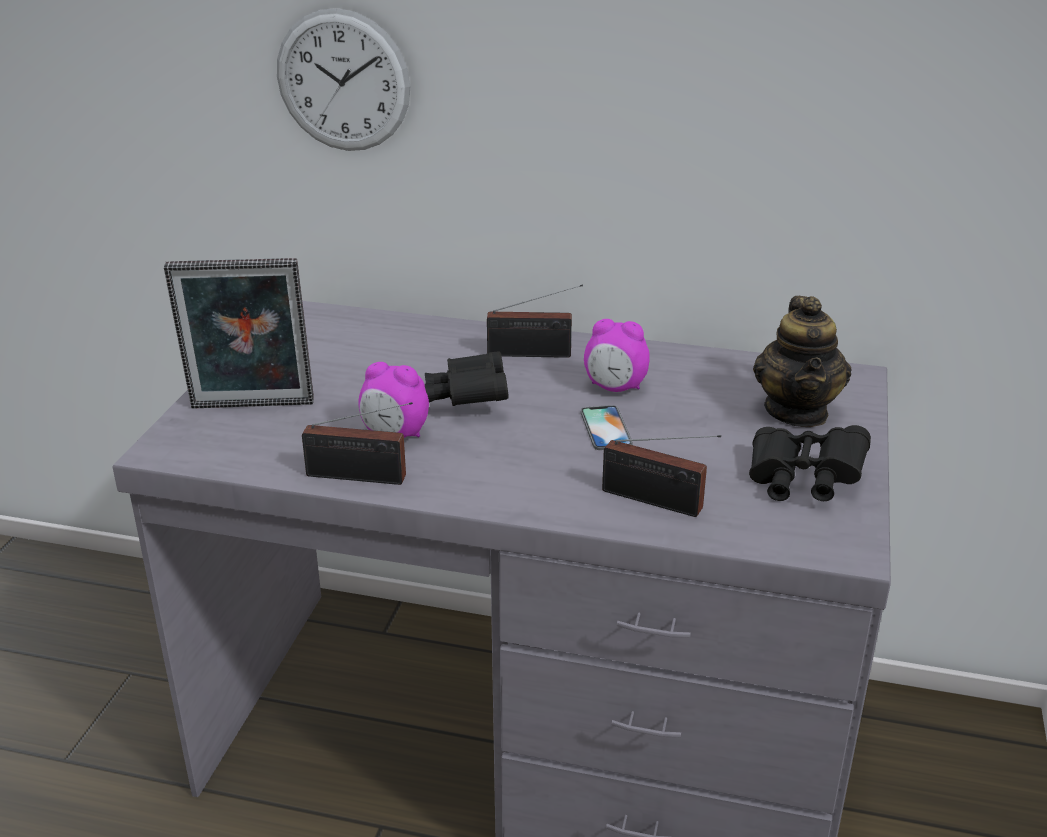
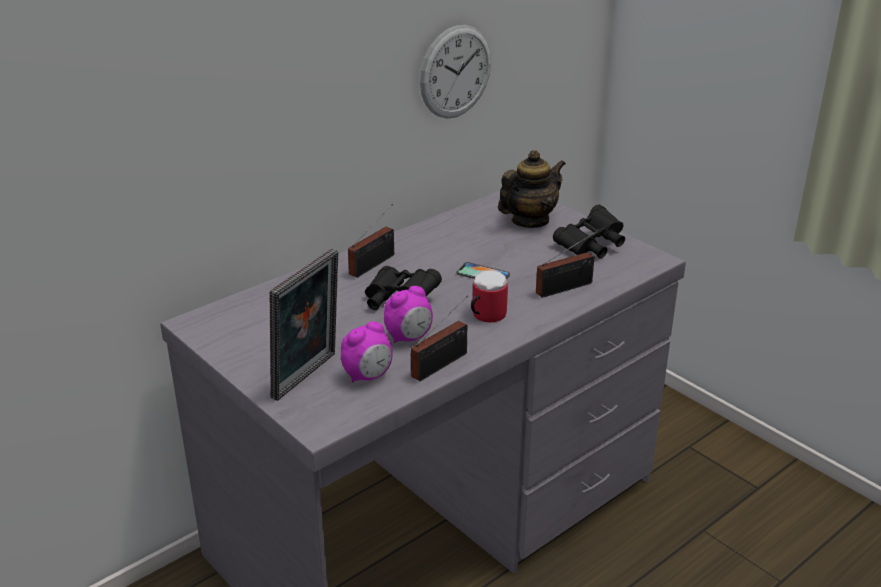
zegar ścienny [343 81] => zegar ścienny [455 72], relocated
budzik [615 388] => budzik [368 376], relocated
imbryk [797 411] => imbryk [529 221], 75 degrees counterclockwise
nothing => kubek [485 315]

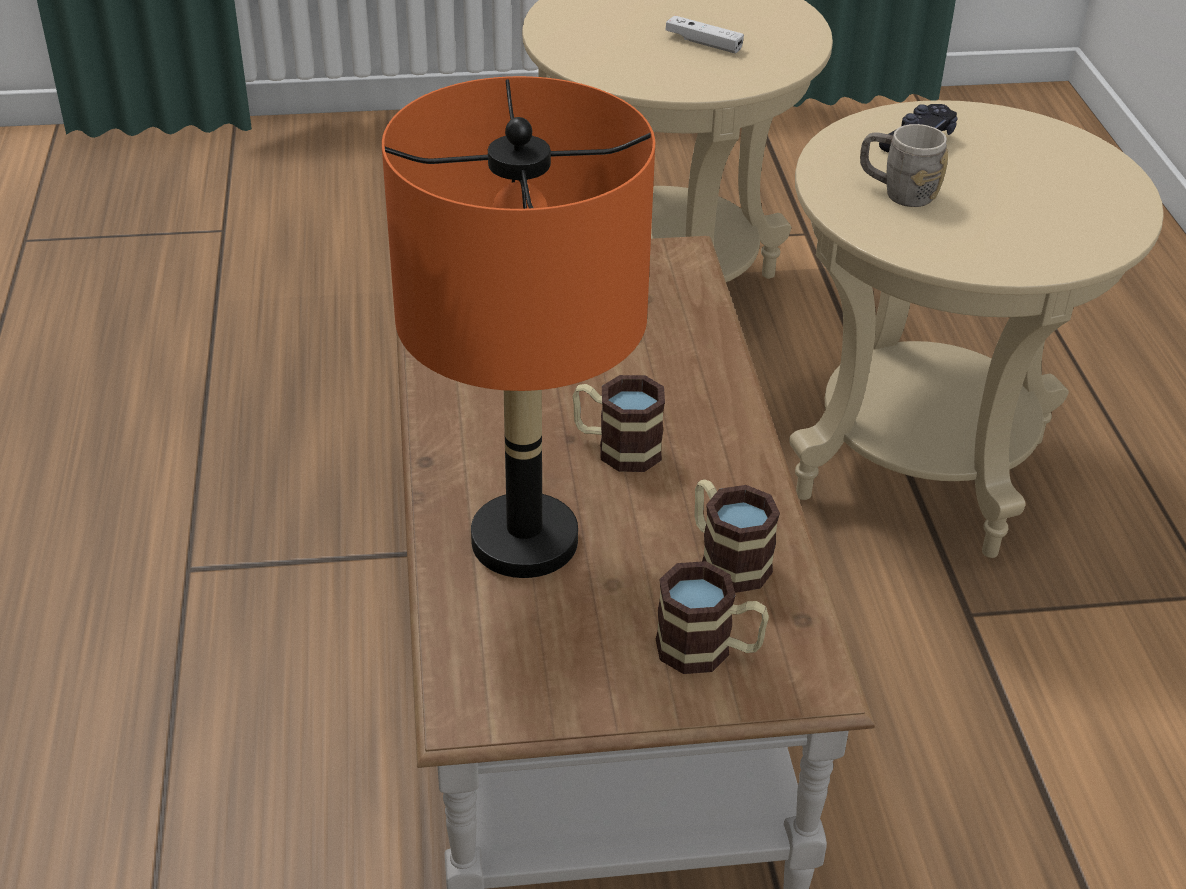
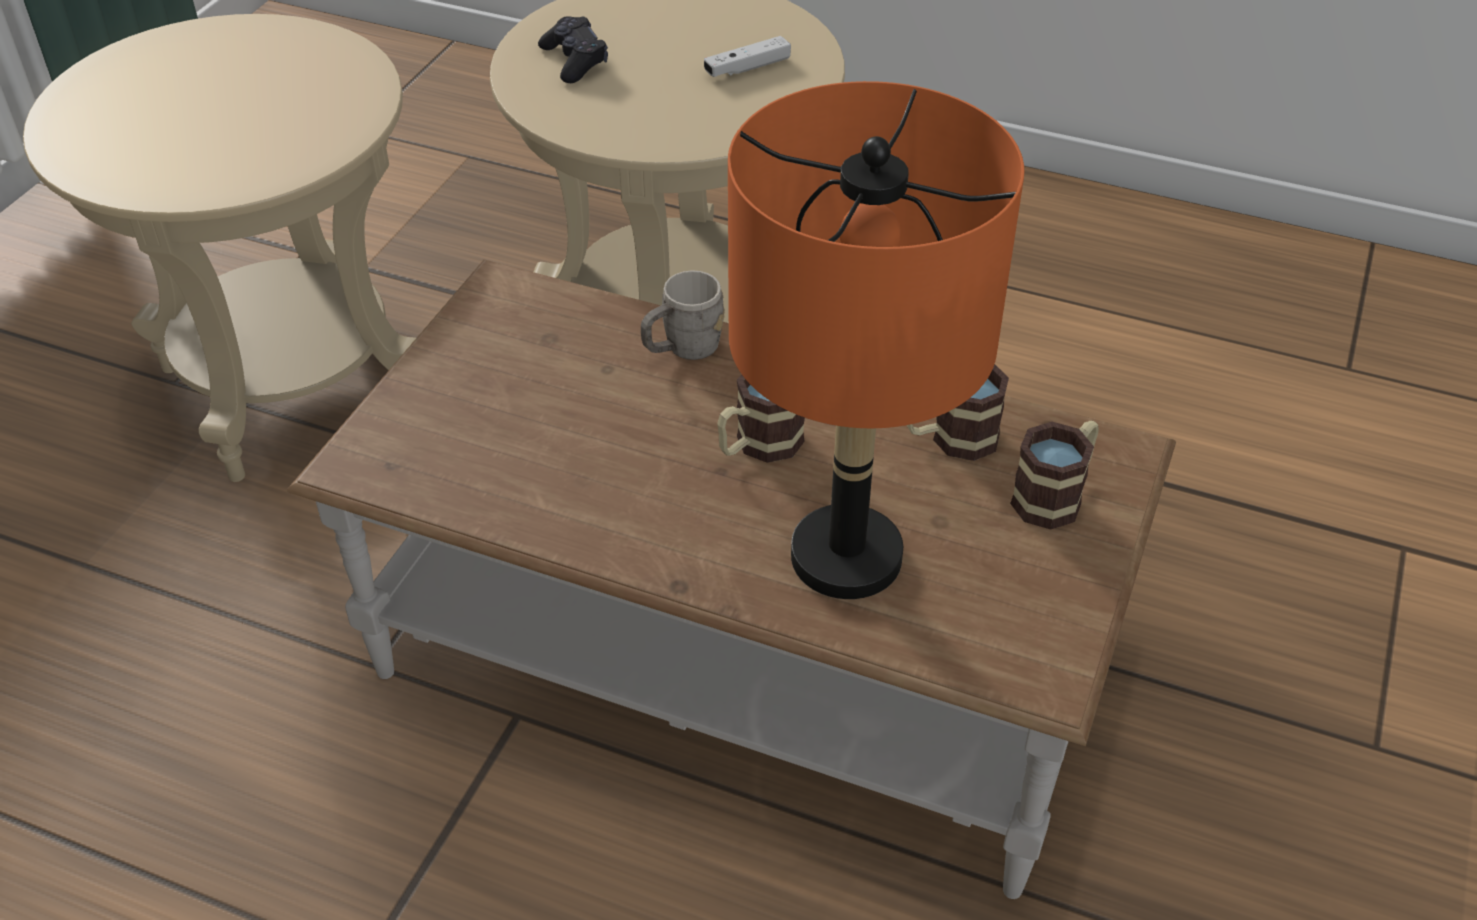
pad do gier/biały [703 43] => pad do gier/biały [747 68], relocated
kubek/szary [898 193] => kubek/szary [682 349], relocated

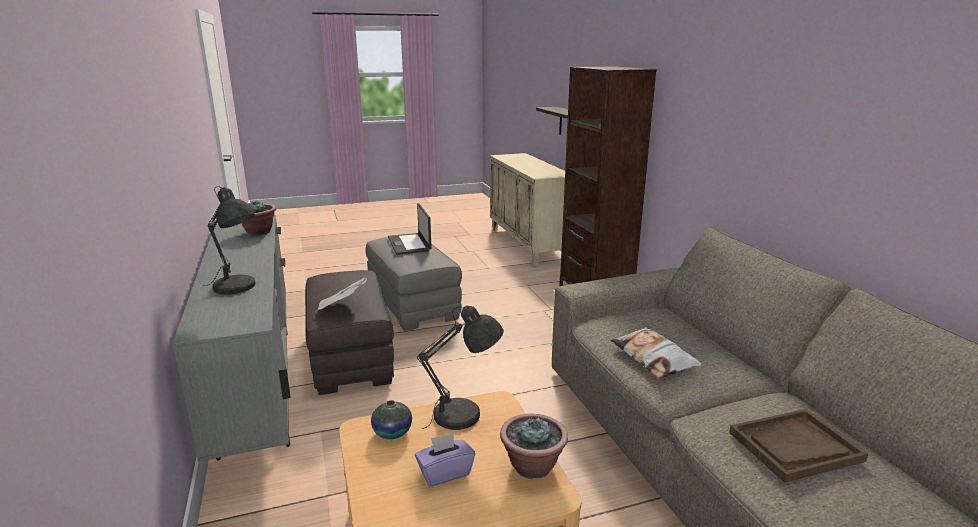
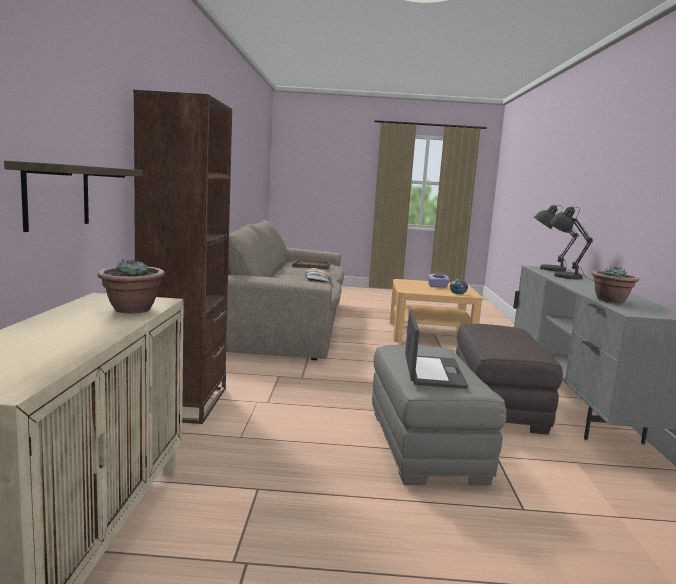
gazeta [341 307] => nothing
lampa stołowa/szary [463 416] => lampa stołowa/szary [549 269], relocated
roślina doniczkowa [532 466] => roślina doniczkowa [132 310], relocated

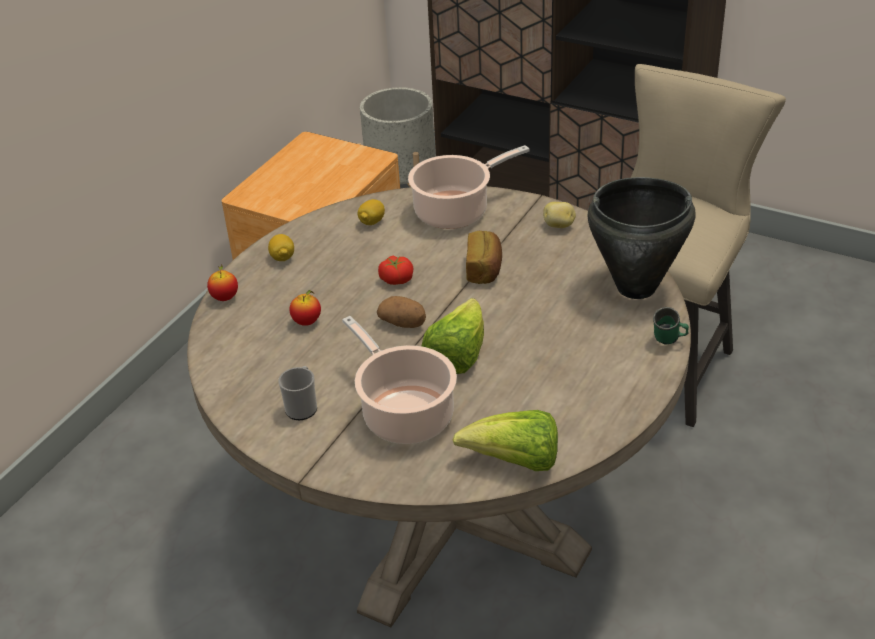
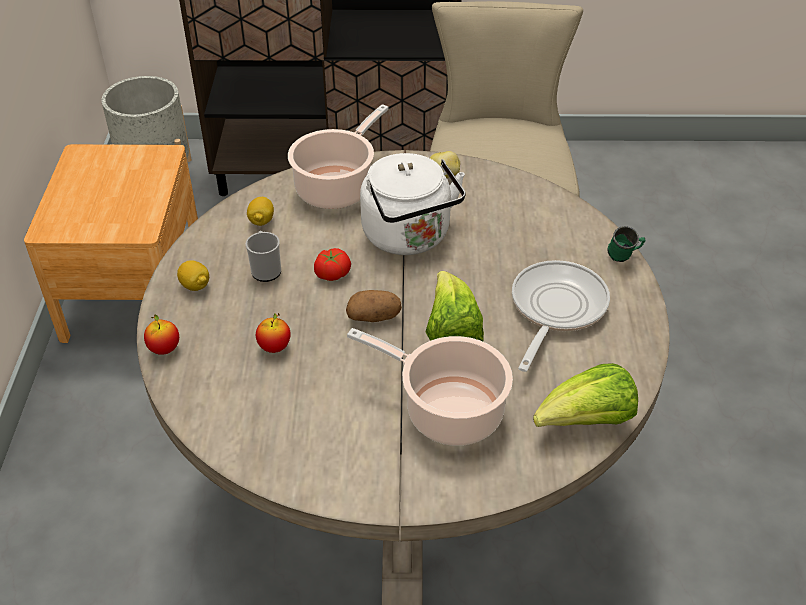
kubek [302 407] => kubek [266 269], relocated
chleb [485 269] => czajnik/biały [409 238]
garnek/czarny [637 288] => nothing
nothing => patelnia [555 309]

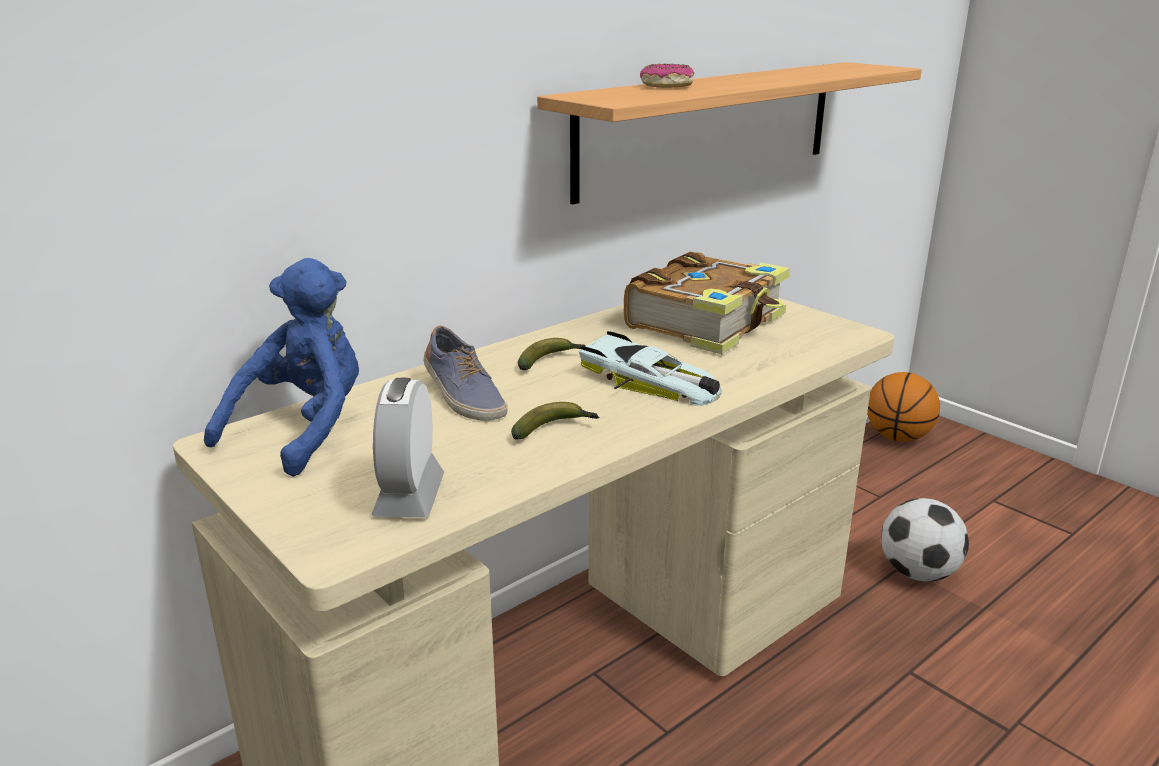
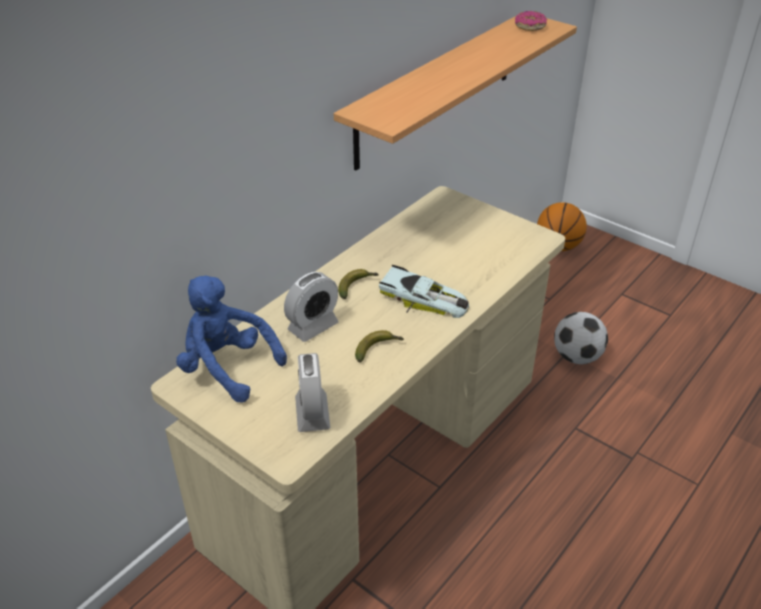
pluszak/niebieski [304 430] => pluszak/niebieski [227 367], 75 degrees counterclockwise
but [463 397] => budzik [313 327]
książka [709 323] => nothing
donut [666 86] => donut [529 27], relocated

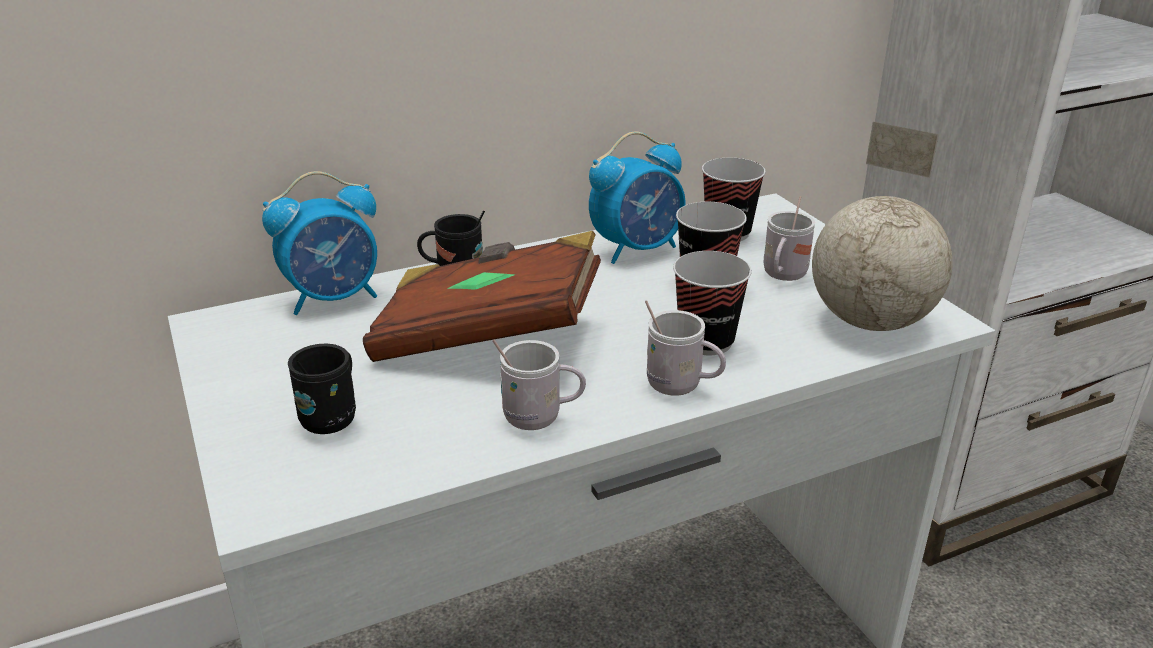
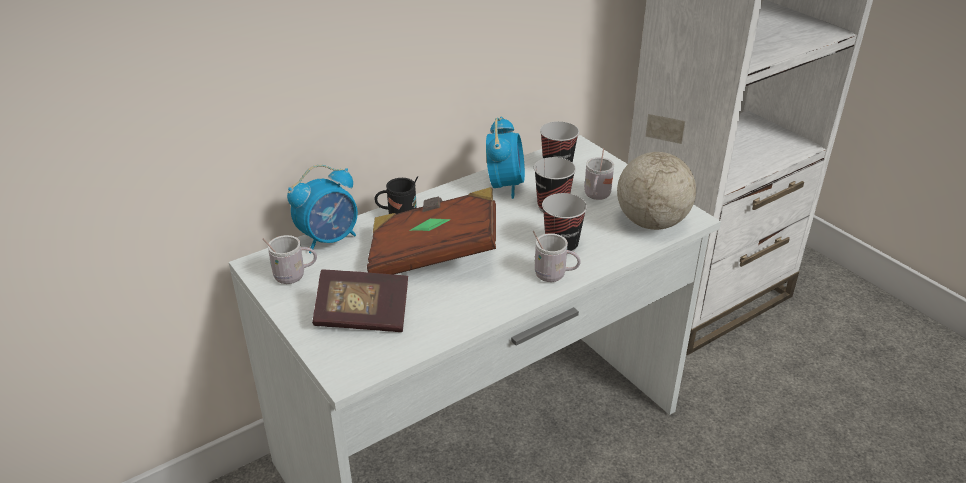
kubek/czarny [333 416] => książka [362 316]
kubek/biały [541 418] => kubek/biały [294 276], relocated
budzik [637 249] => budzik [505 185], 45 degrees counterclockwise

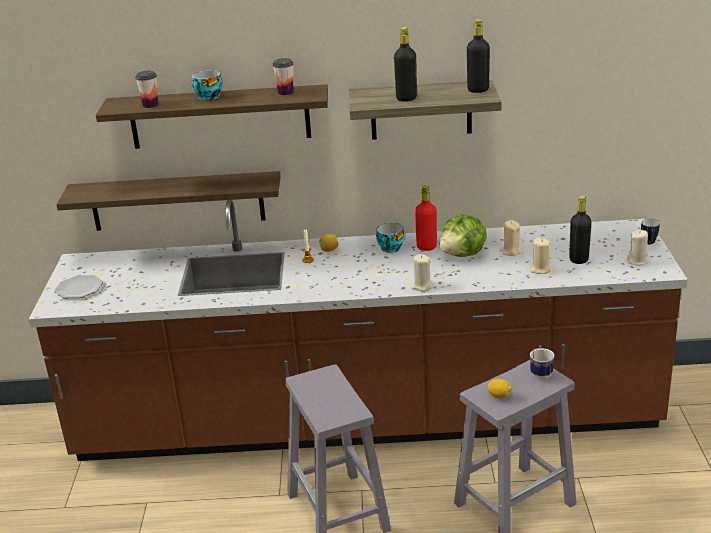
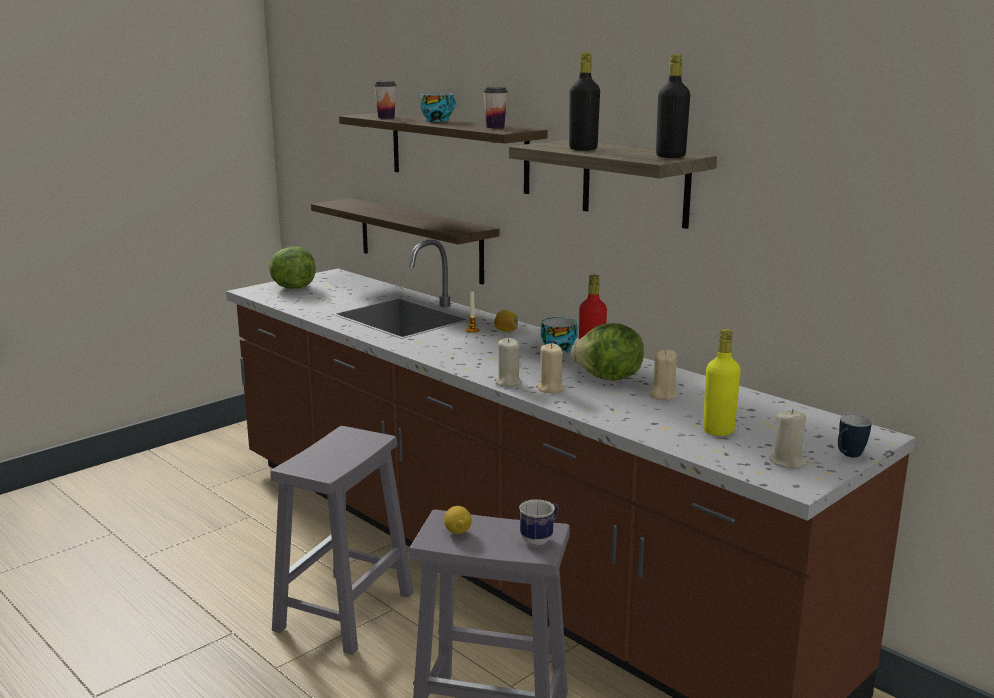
talerz [79 289] => sałata [292 287]
świeca/beżowy [540 269] => świeca/beżowy [550 389], relocated
butelka/czarny [578 259] => butelka/żółty [718 431]

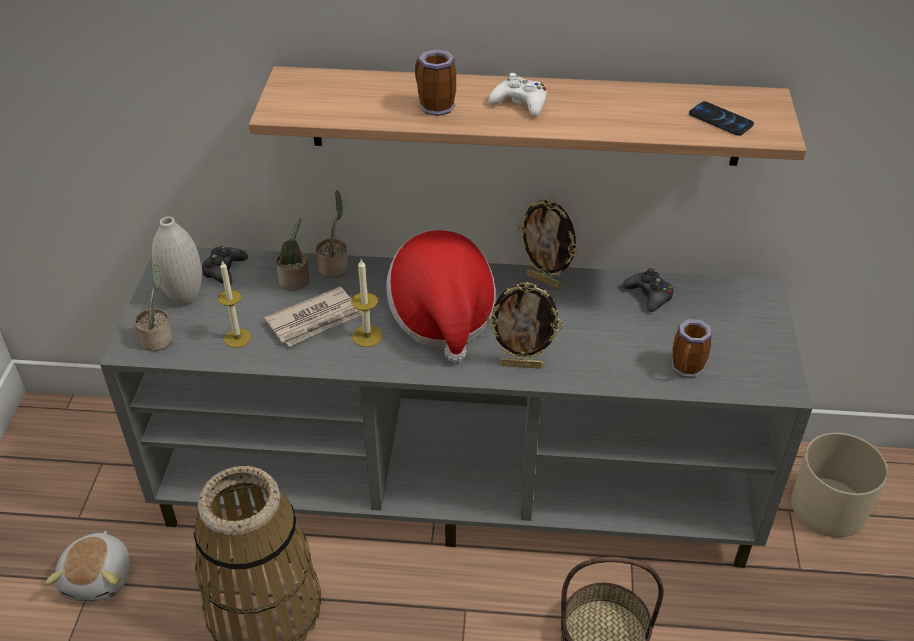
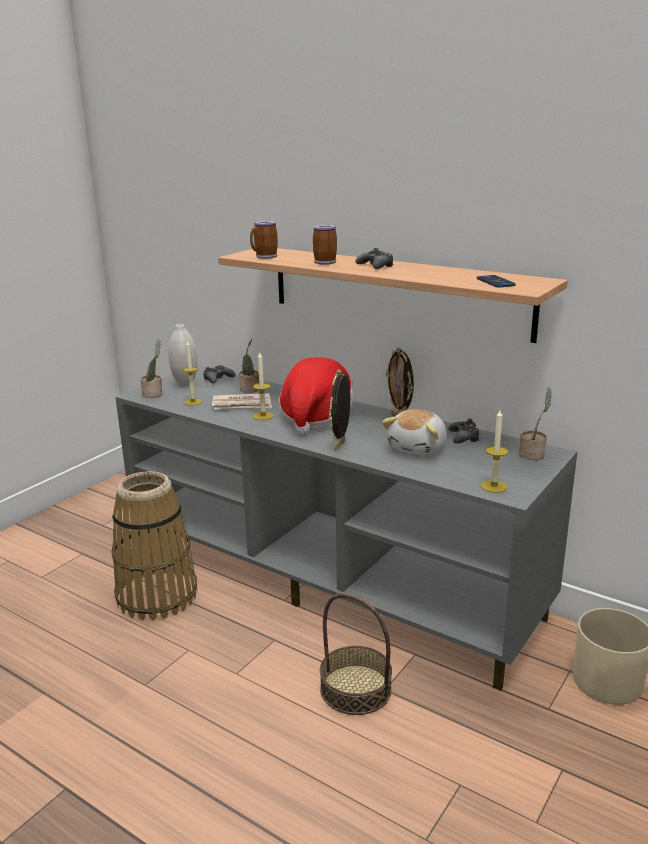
pluszak [99 577] => pluszak [418 448], relocated
roślina doniczkowa [334 267] => roślina doniczkowa [533 454], relocated
ramka na zdjęcie [522 365] => ramka na zdjęcie [340 446], 75 degrees clockwise
pad do gier/biały [520 103] => pad do gier/czarny [375 266]
kubek [687 369] => kubek [265 257], relocated
nothing => świeca [494 486]

